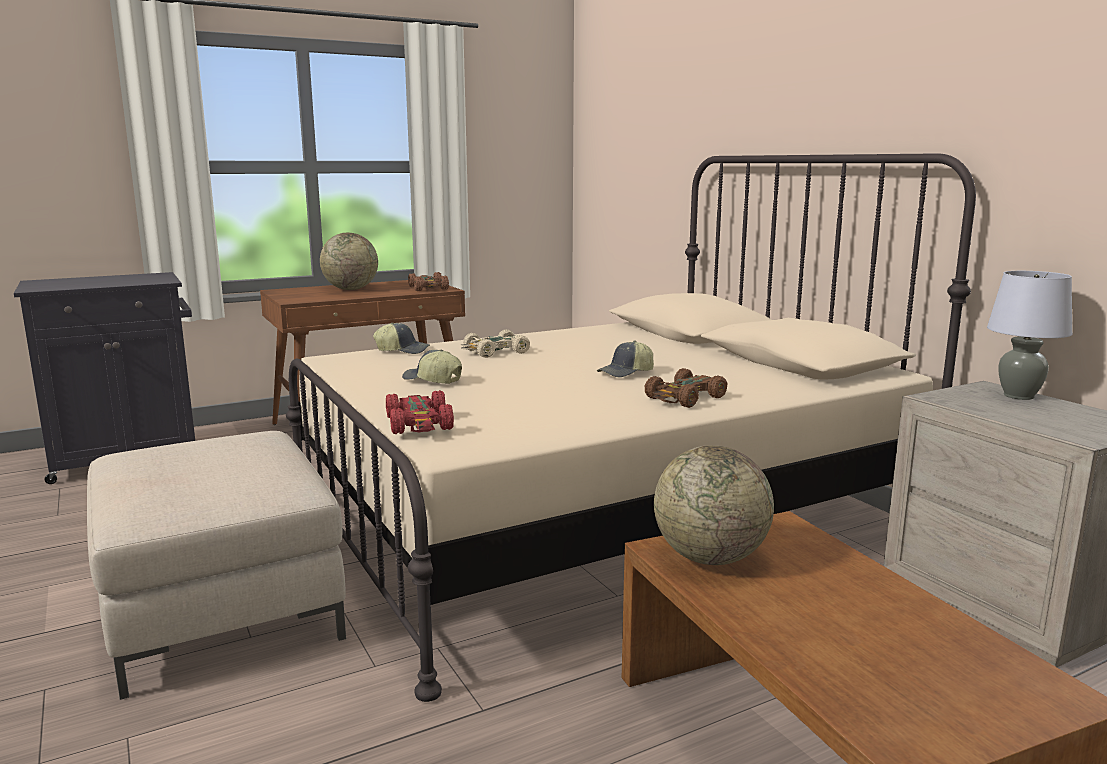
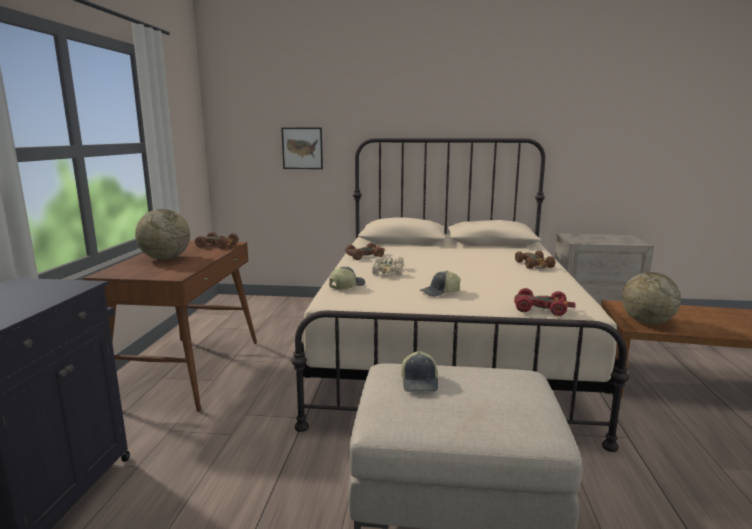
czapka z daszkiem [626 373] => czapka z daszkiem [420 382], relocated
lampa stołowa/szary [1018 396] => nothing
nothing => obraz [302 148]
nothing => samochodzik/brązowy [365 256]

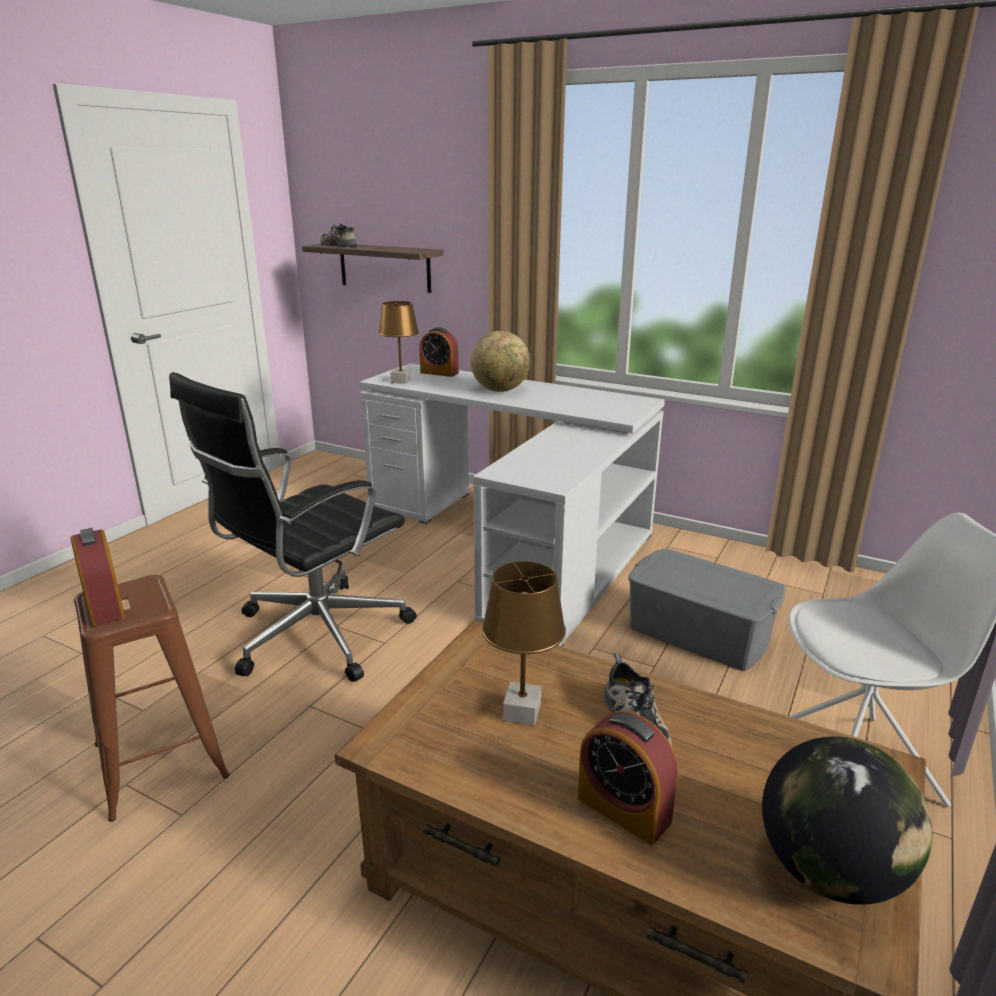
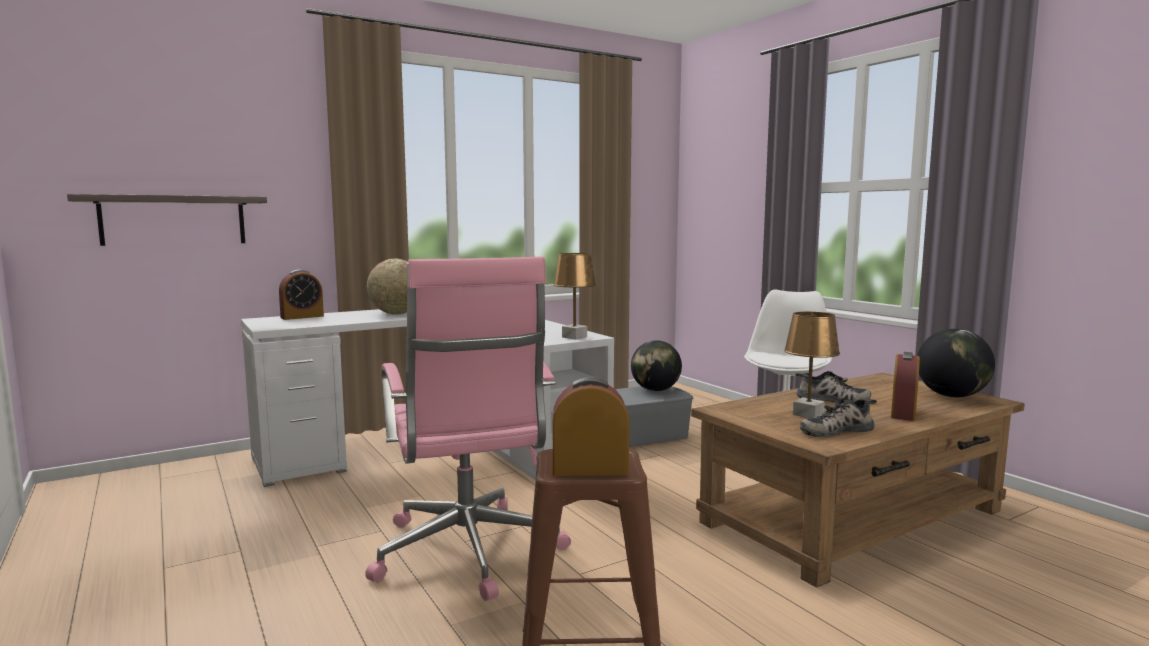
krzesło biurowe/czarny [314 636] => krzesło biurowe/różowy [468 553]
but [340 245] => but [836 430], relocated
lampa stołowa/brązowy [401 381] => lampa stołowa/brązowy [575 337], relocated
budzik [623 809] => budzik [903 413], 135 degrees clockwise
nothing => globus [655 390]

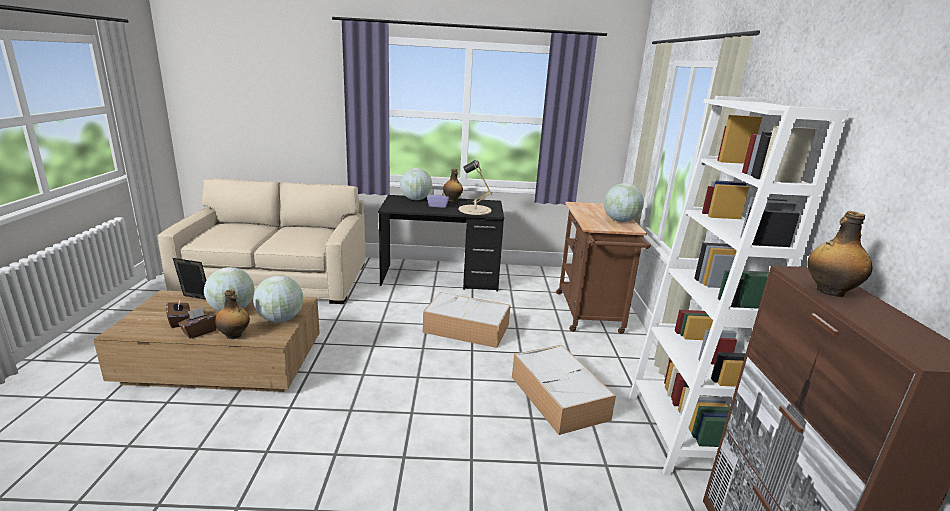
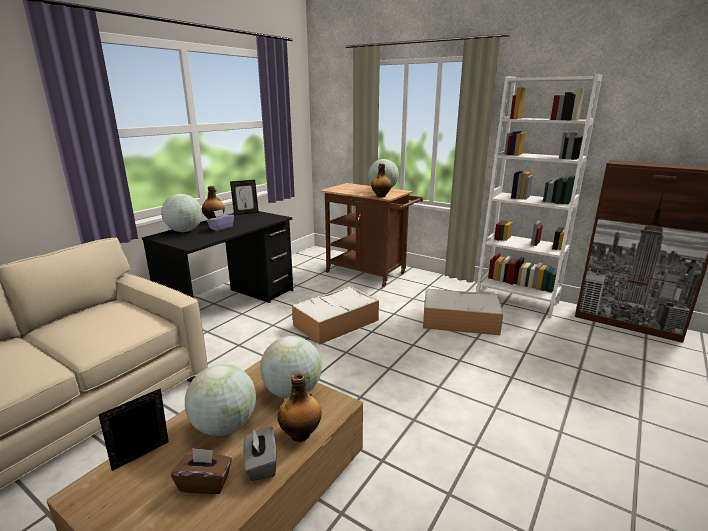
pudełko chusteczek/brązowy [200 332] => pudełko chusteczek/szary [261 465]
lampa stołowa/beżowy [474 210] => nothing
butelka [829 291] => butelka [380 196], relocated
nothing => ramka na zdjęcie [246 213]

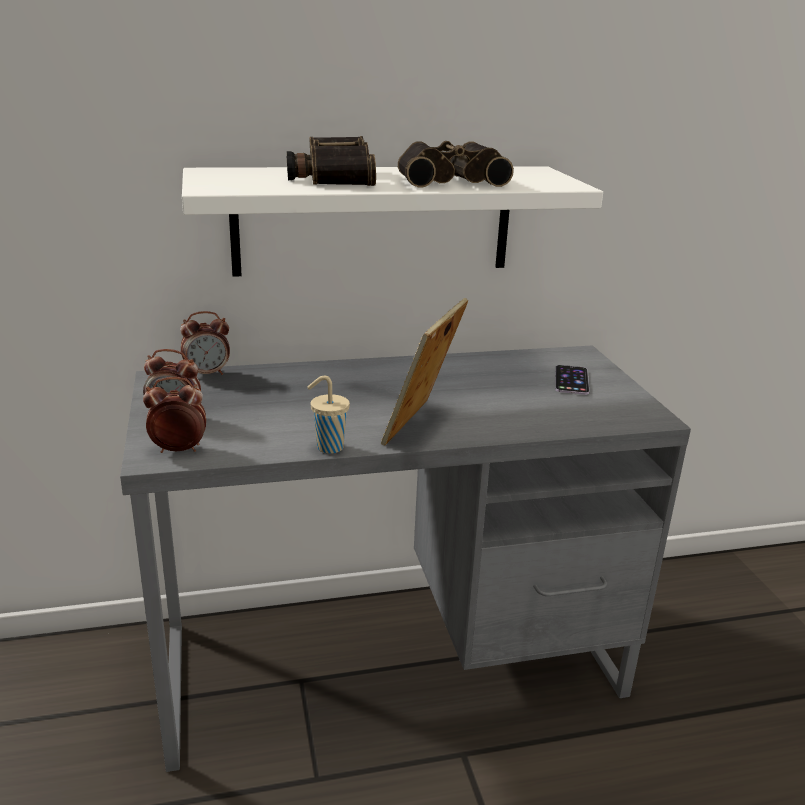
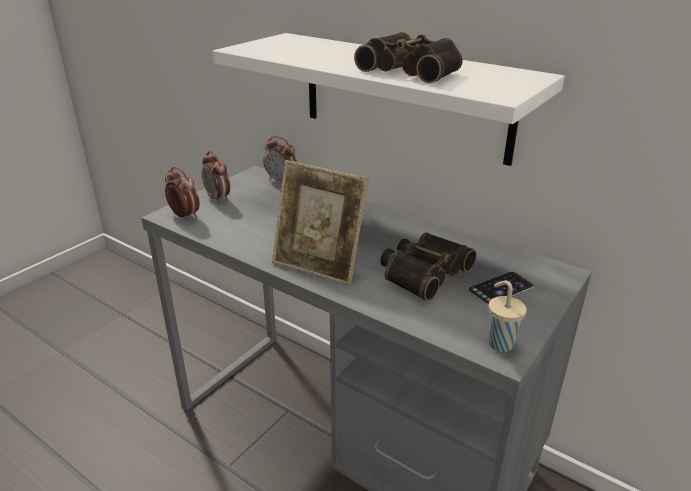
lornetka [331 177] => lornetka [423 272], relocated
filiżanka/beżowy [328 447] => filiżanka/beżowy [499 343], relocated
ramka na zdjęcie [421 427] => ramka na zdjęcie [319 266], 135 degrees counterclockwise

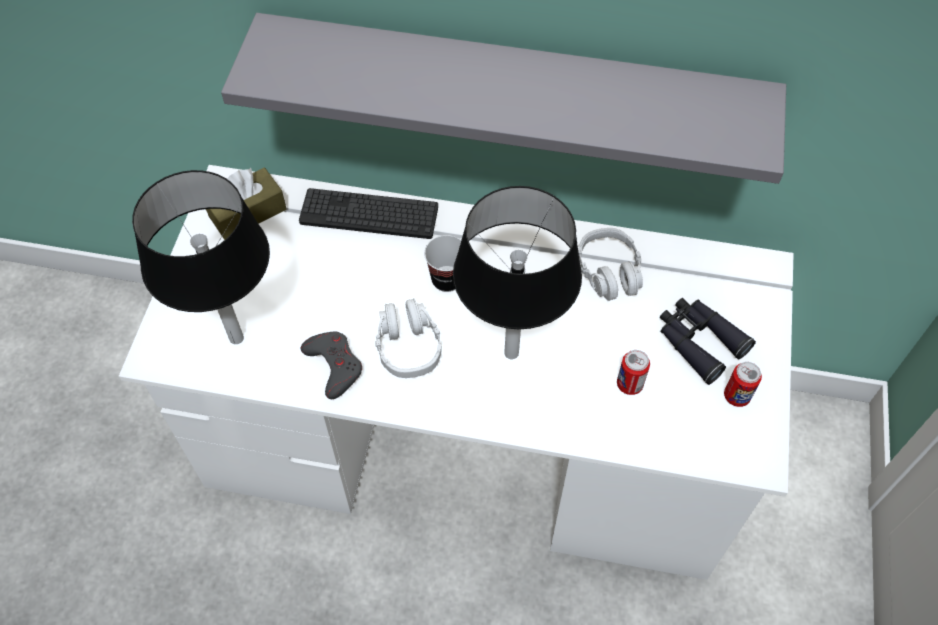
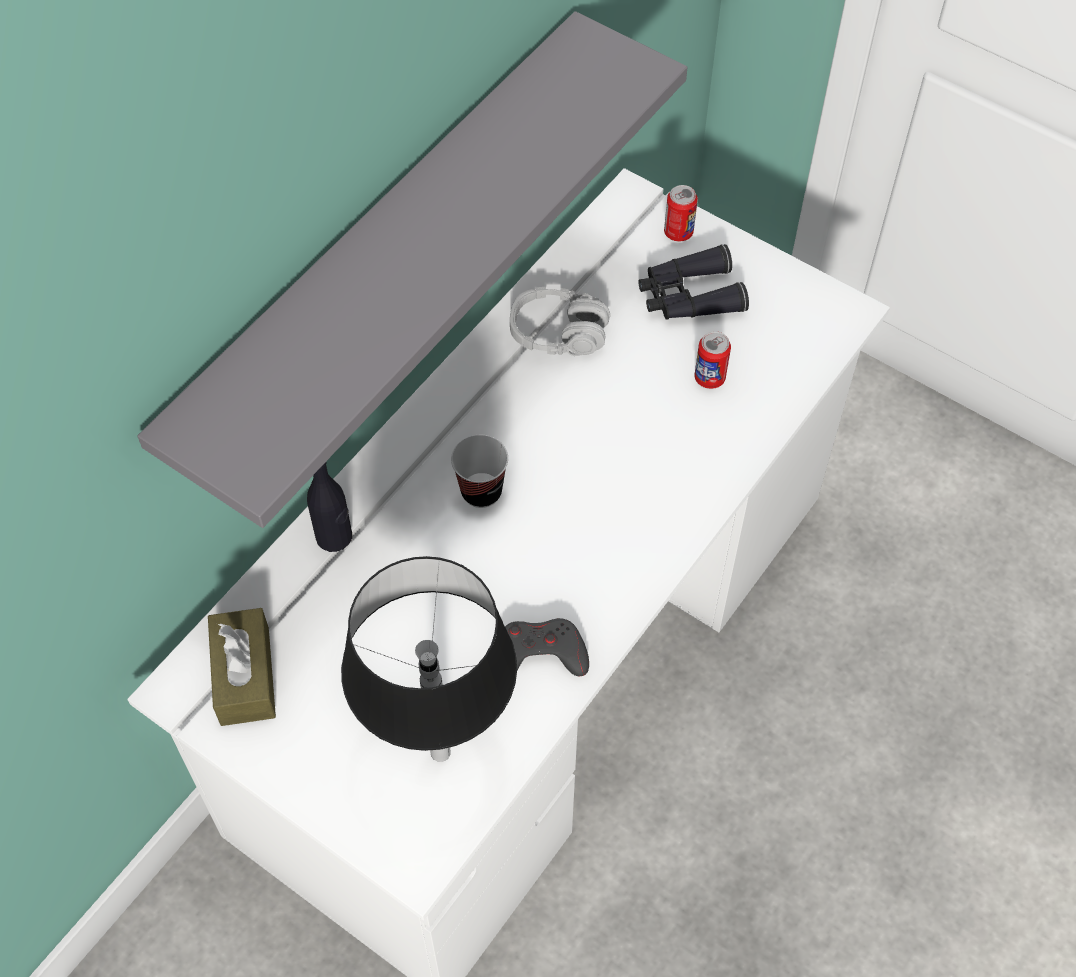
klawiatura [369 214] => butelka/czarny [334 537]
słuchawki/szary [408 346] => nothing
lampa stołowa/czarny [511 353] => nothing
puszka [736 396] => puszka [678 232], relocated

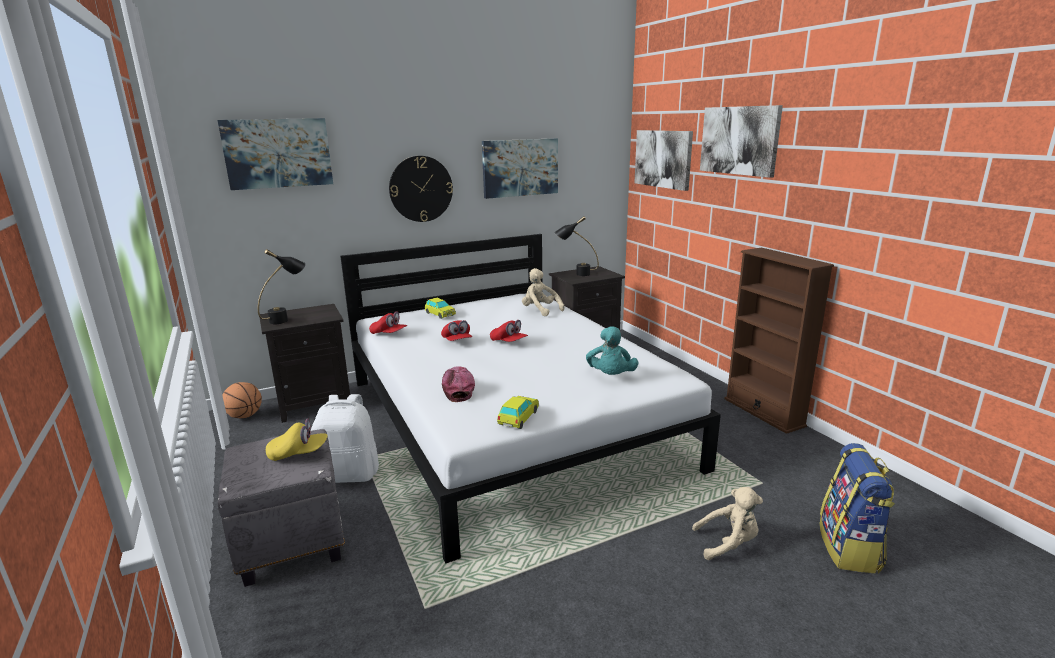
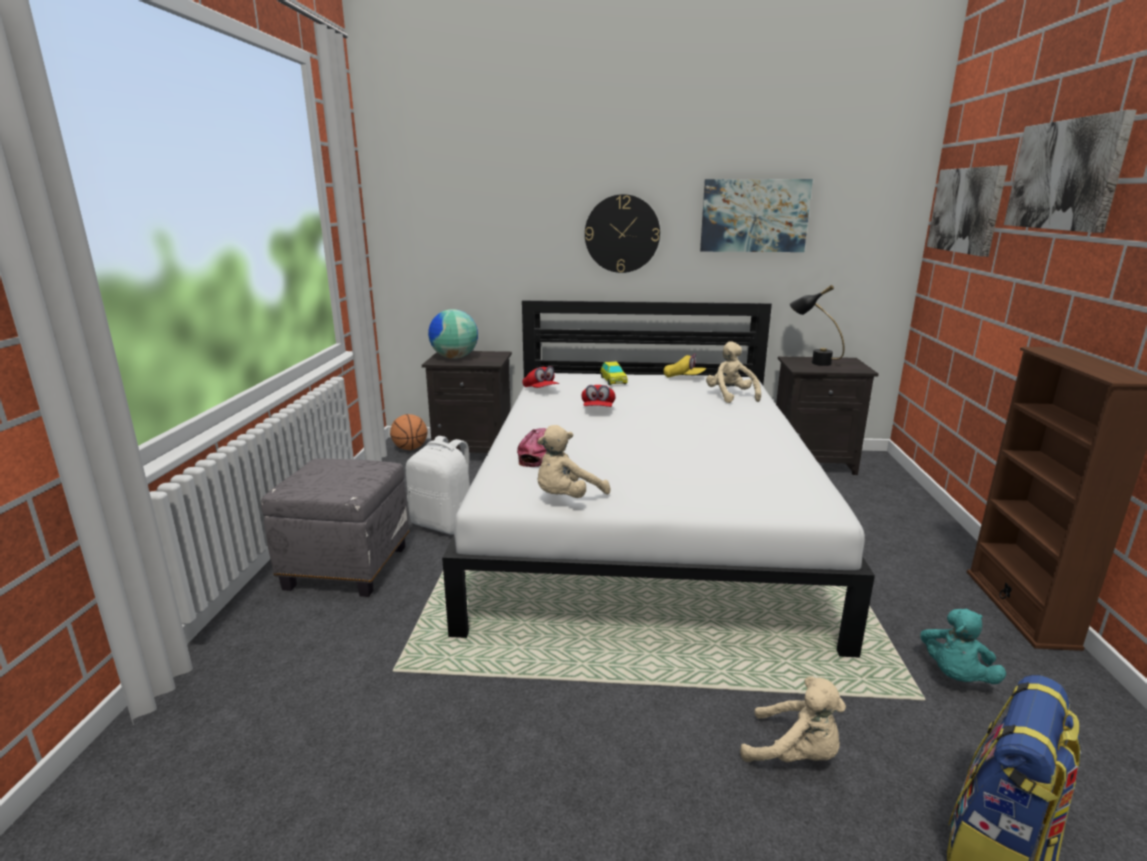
obraz [278 153] => nothing
lampa stołowa/czarny [286 319] => globus [454 358]
czapka z daszkiem/żółty [298 453] => czapka z daszkiem/żółty [684 377], relocated
czapka z daszkiem/czerwony [508 342] => nothing
samochodzik [518 418] => pluszak/beżowy [567 498]
pluszak/turkusowy [610 376] => pluszak/turkusowy [955 676], relocated

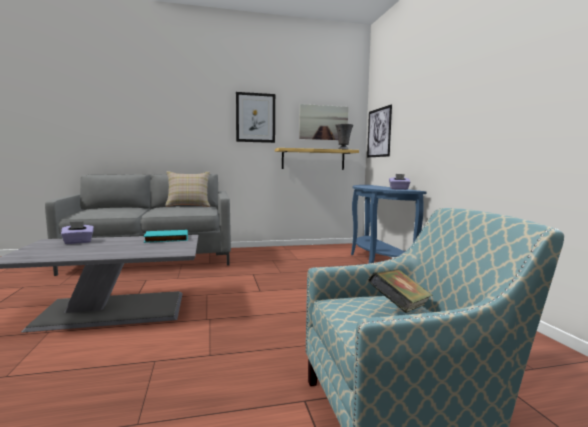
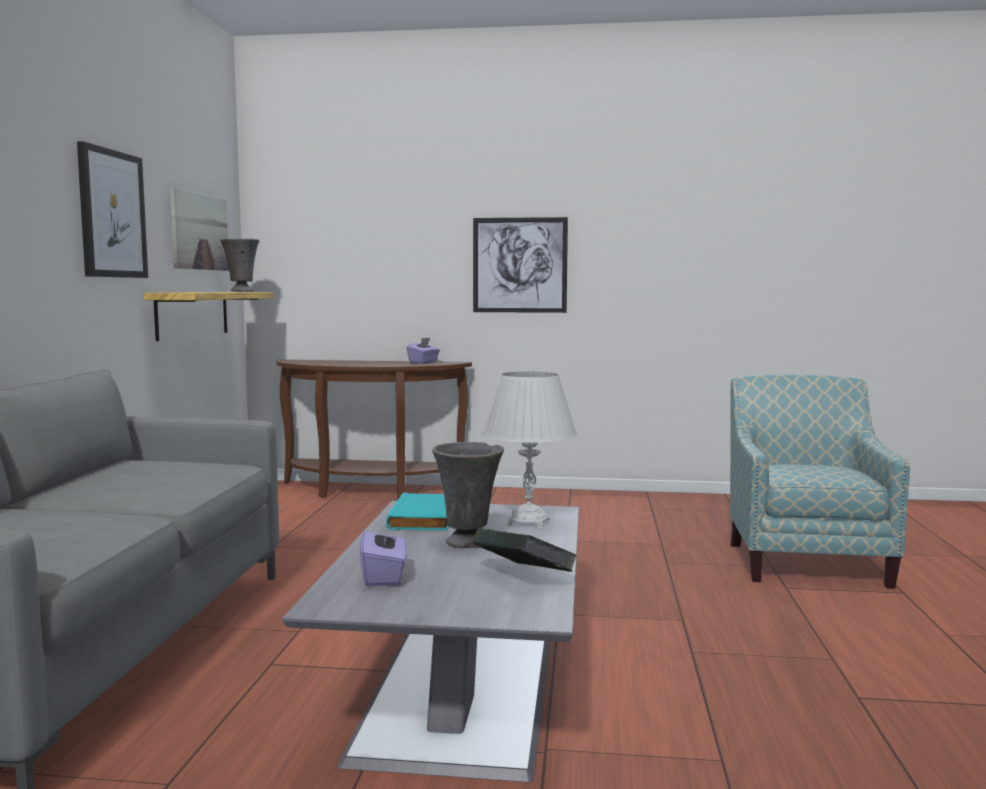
poduszka/beżowy [188 206] => nothing
stolik konsolowy/niebieski [375 259] => stolik konsolowy/brązowy [368 491]
obraz [379 132] => obraz [520 265], relocated
książka [400 309] => książka [523 578], relocated
nothing => wazon/szary [468 543]
nothing => lampa stołowa/biały [528 522]

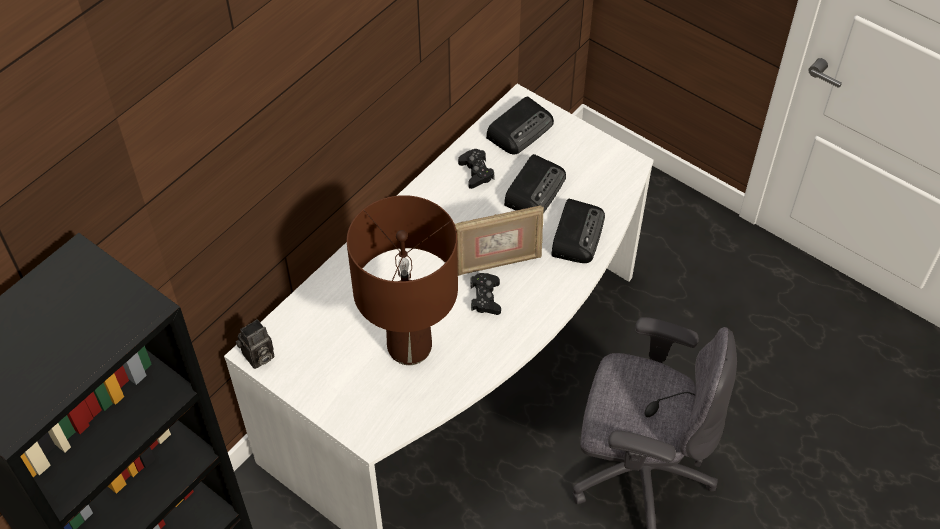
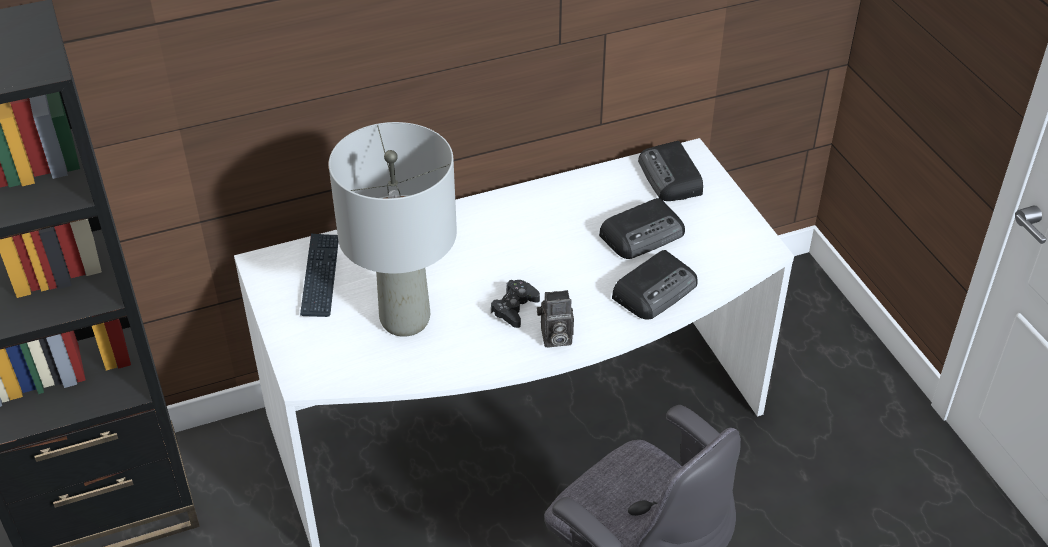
aparat fotograficzny [258 357] => aparat fotograficzny [554 338], relocated
lampa stołowa/brązowy [408 348] => lampa stołowa/szary [404 320]
ramka na zdjęcie [497 263] => nothing
pad do gier/czarny [476 172] => nothing
radio [521 129] => radio [671 178], 90 degrees clockwise
nothing => klawiatura [320 275]

